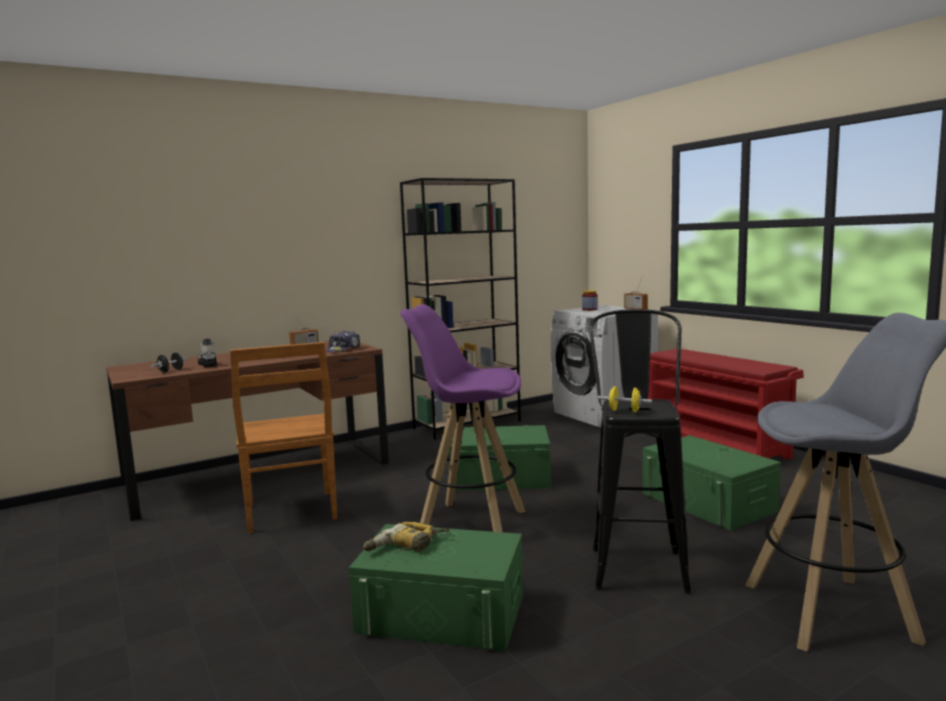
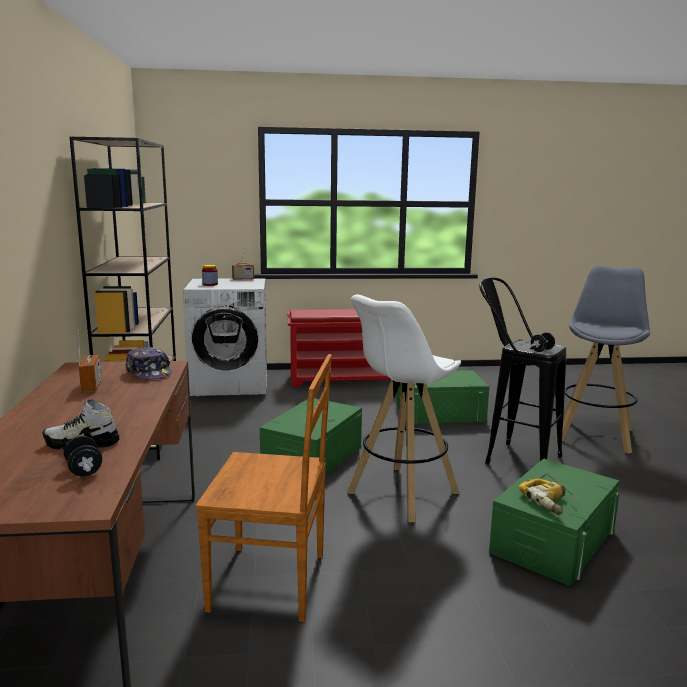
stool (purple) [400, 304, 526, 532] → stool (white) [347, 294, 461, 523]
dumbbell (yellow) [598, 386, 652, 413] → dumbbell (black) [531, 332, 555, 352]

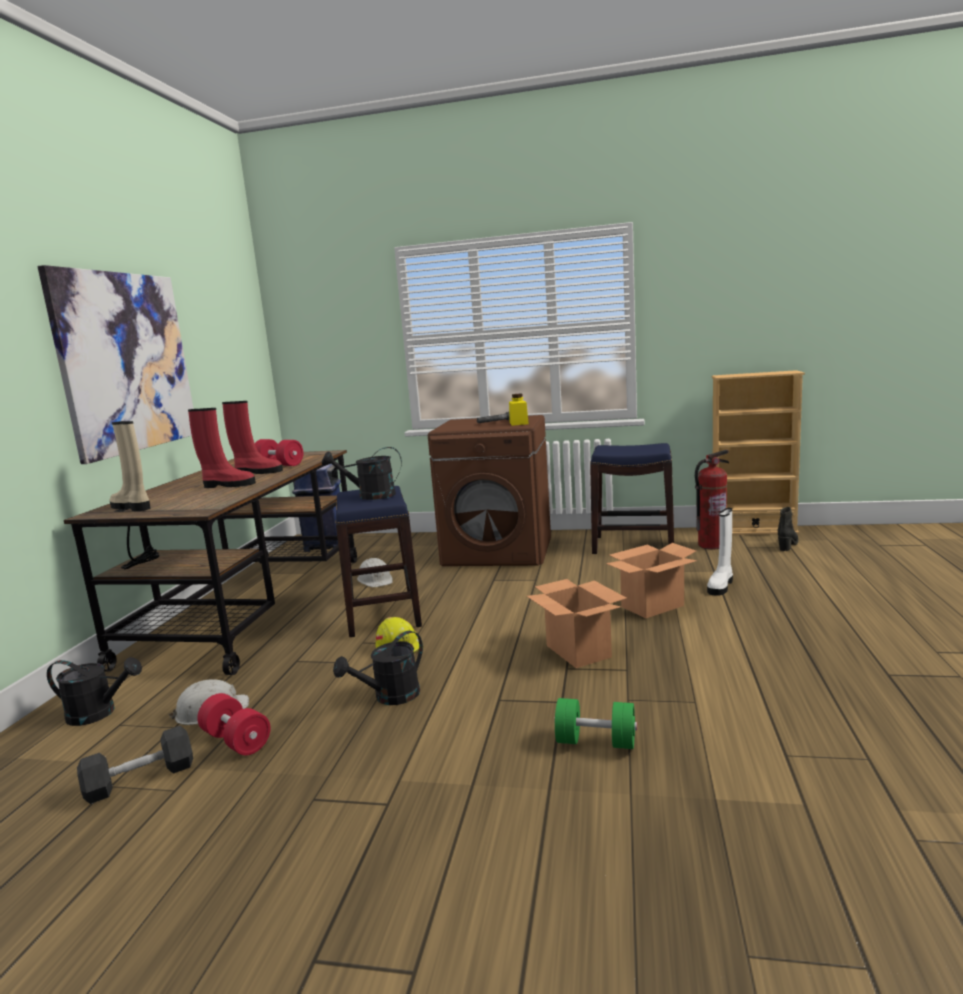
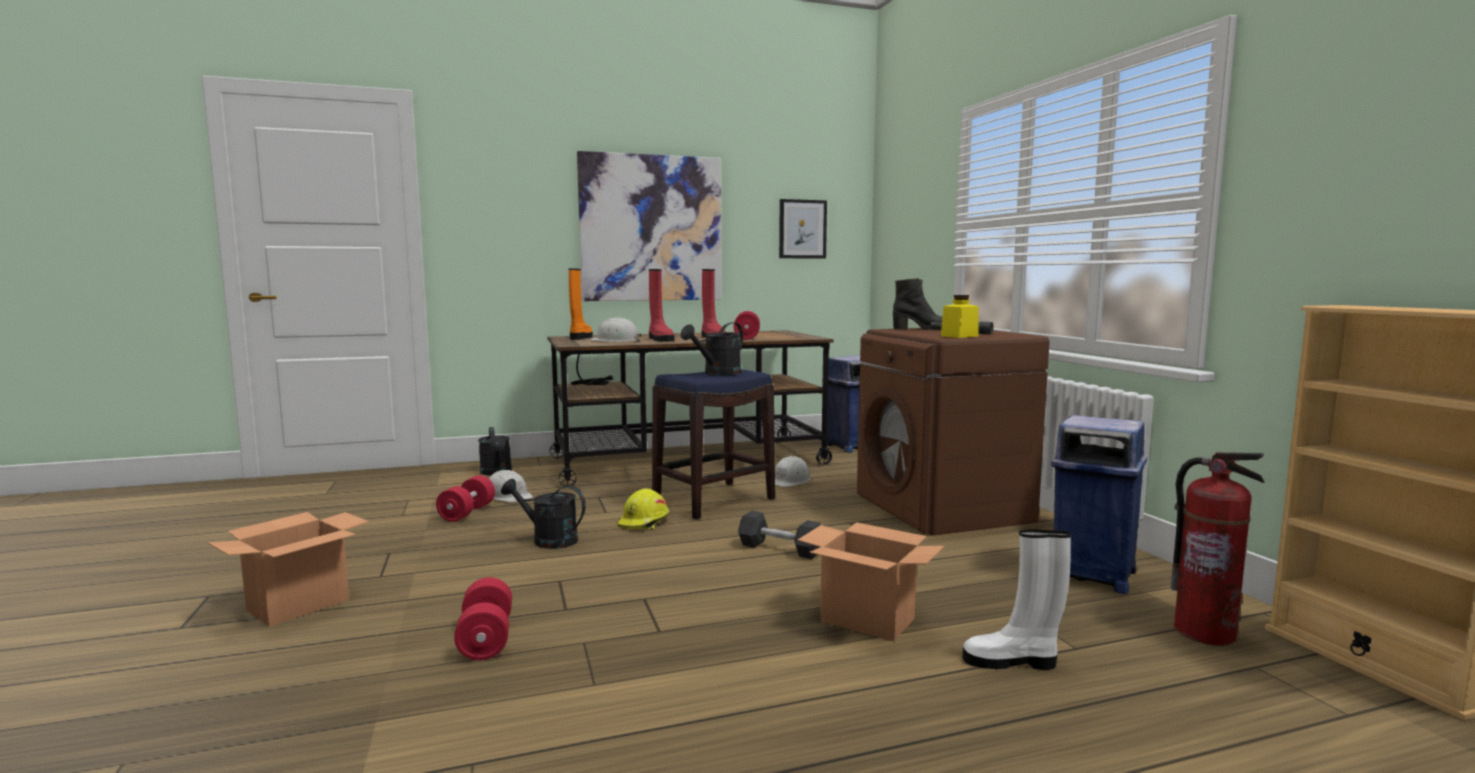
dumbbell (grey) [77, 726, 193, 804] → dumbbell (grey) [738, 511, 821, 559], moved
boot (beige) [110, 421, 150, 511] → boot (orange) [568, 268, 593, 340]
watering can (black) [322, 447, 402, 500] → watering can (black) [681, 322, 743, 375], 105 degrees counterclockwise
cardboard box [527, 579, 627, 668] → cardboard box [208, 512, 369, 627], moved
dumbbell (green) [554, 698, 637, 749] → dumbbell (red) [454, 577, 512, 660]
stool [590, 443, 674, 554] → trash can (blue) [1051, 415, 1148, 594]
boot (black) [778, 507, 798, 551] → boot (black) [893, 278, 943, 330], moved
- → hard hat (white) [589, 317, 642, 342]
- → picture [779, 199, 827, 259]

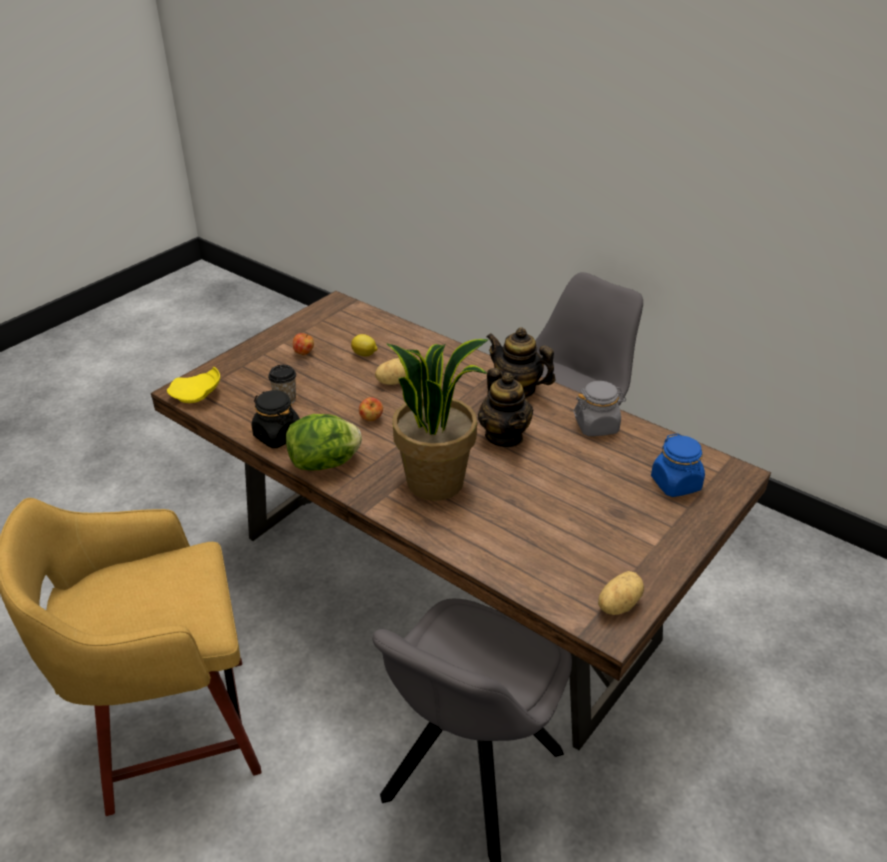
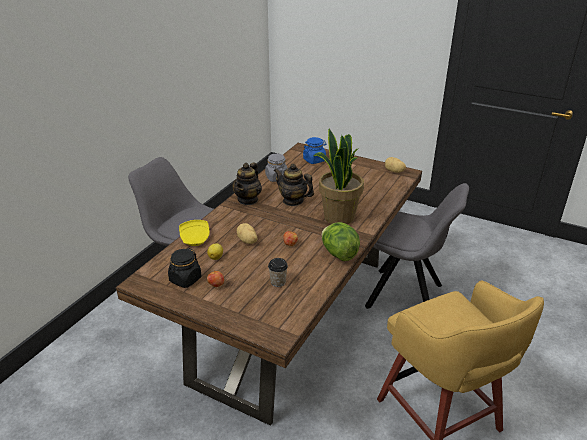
plate (yellow) [167, 367, 220, 403] → plate (yellow) [179, 220, 210, 246], moved
jar (black) [252, 390, 300, 448] → jar (black) [168, 248, 201, 288], moved
teapot [478, 368, 533, 447] → teapot [274, 164, 314, 206], 120 degrees counterclockwise

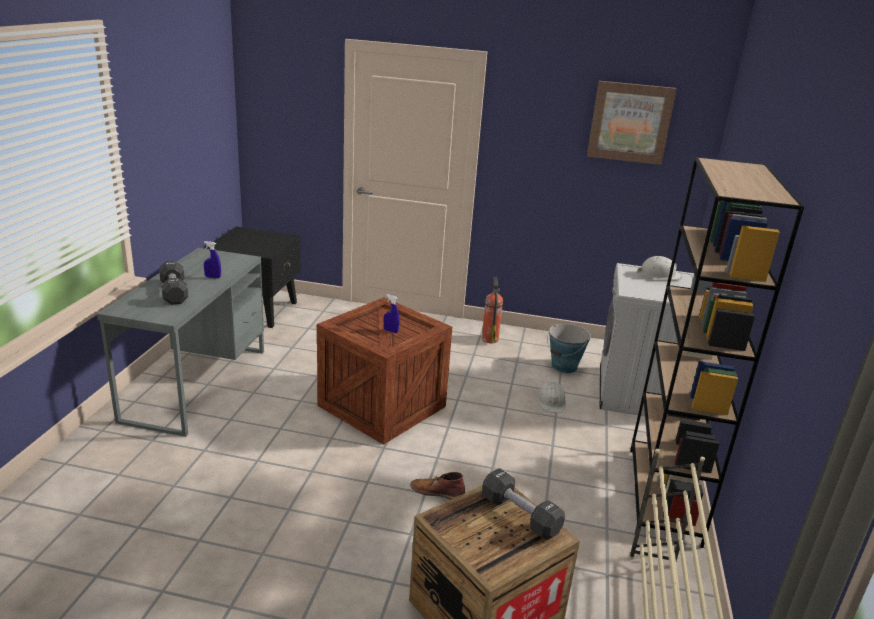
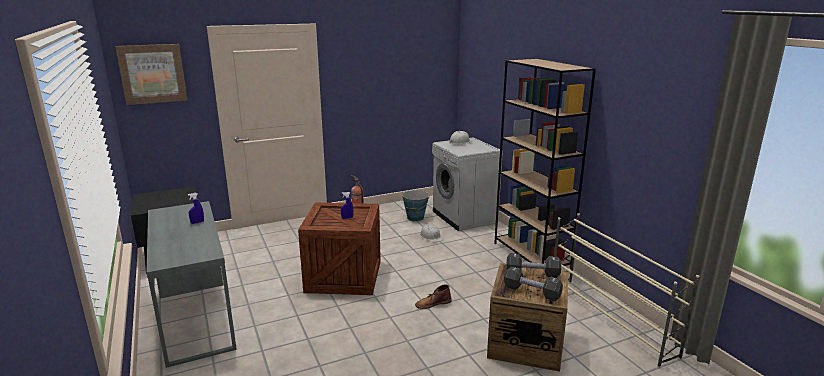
dumbbell (black) [159, 261, 188, 305] → dumbbell (black) [504, 266, 563, 301], moved
picture [587, 81, 677, 165] → picture [115, 44, 188, 105], moved

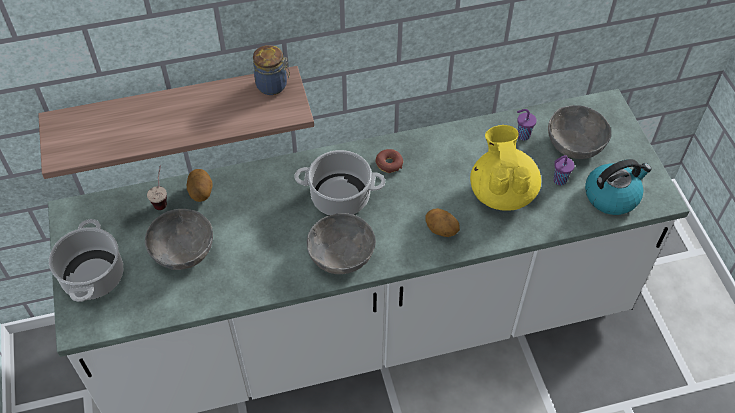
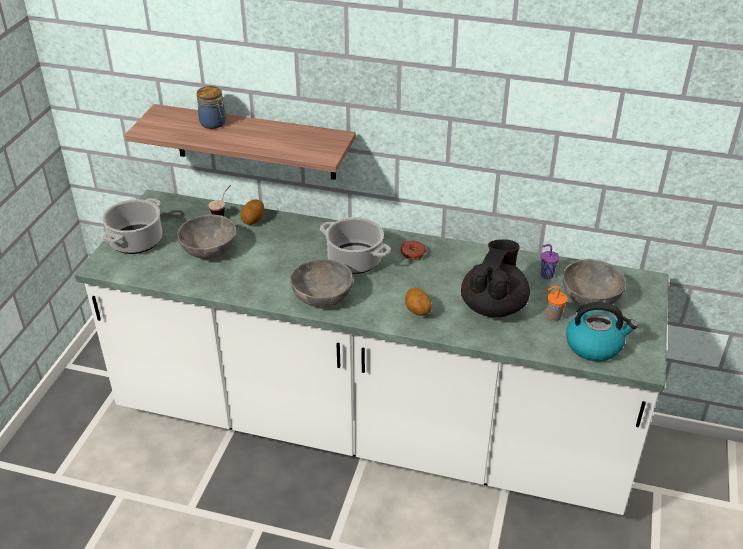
jar [253, 45, 290, 95] → jar [197, 86, 226, 129], moved
teapot (yellow) [470, 125, 541, 211] → teapot (black) [461, 239, 530, 317]
cup (purple) [553, 155, 575, 185] → cup (orange) [547, 286, 567, 321]

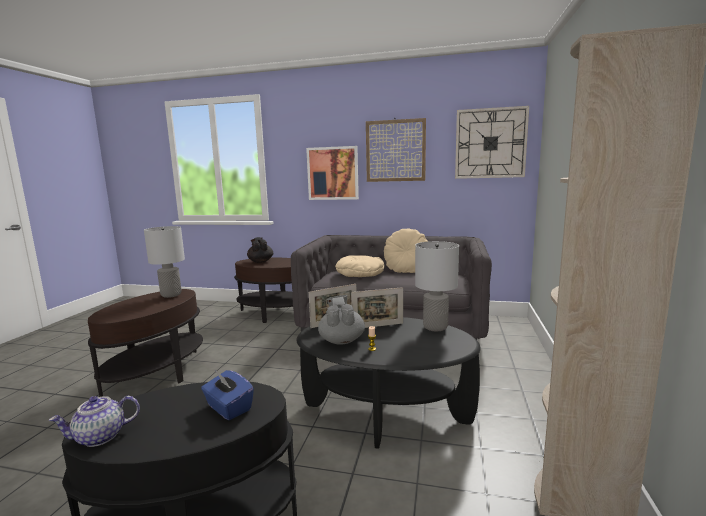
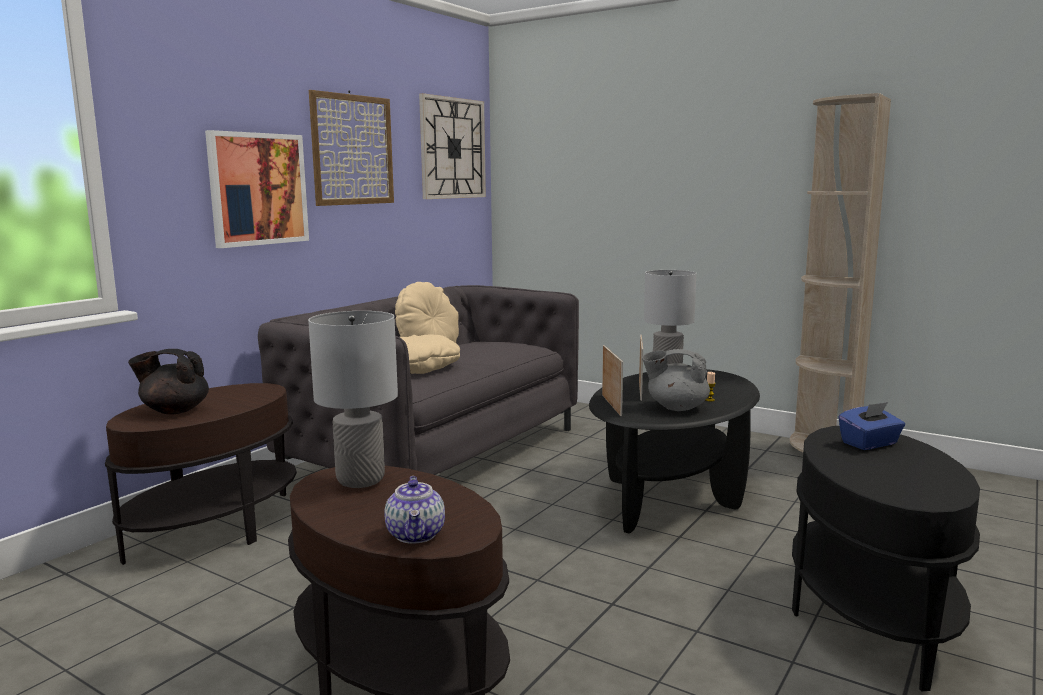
teapot [48, 396, 140, 447] → teapot [384, 476, 445, 544], moved

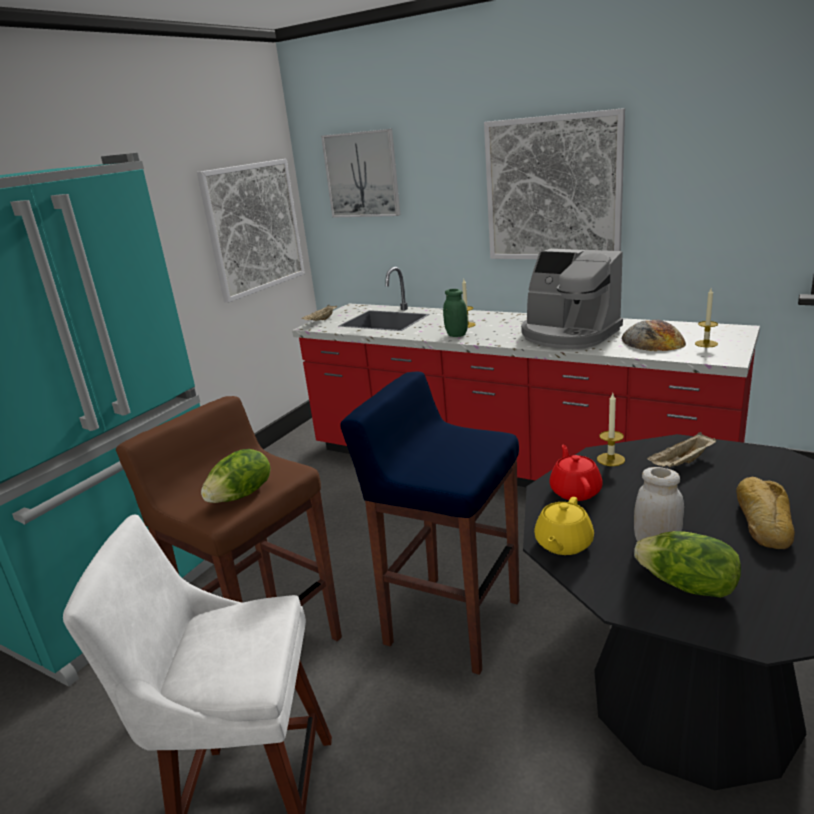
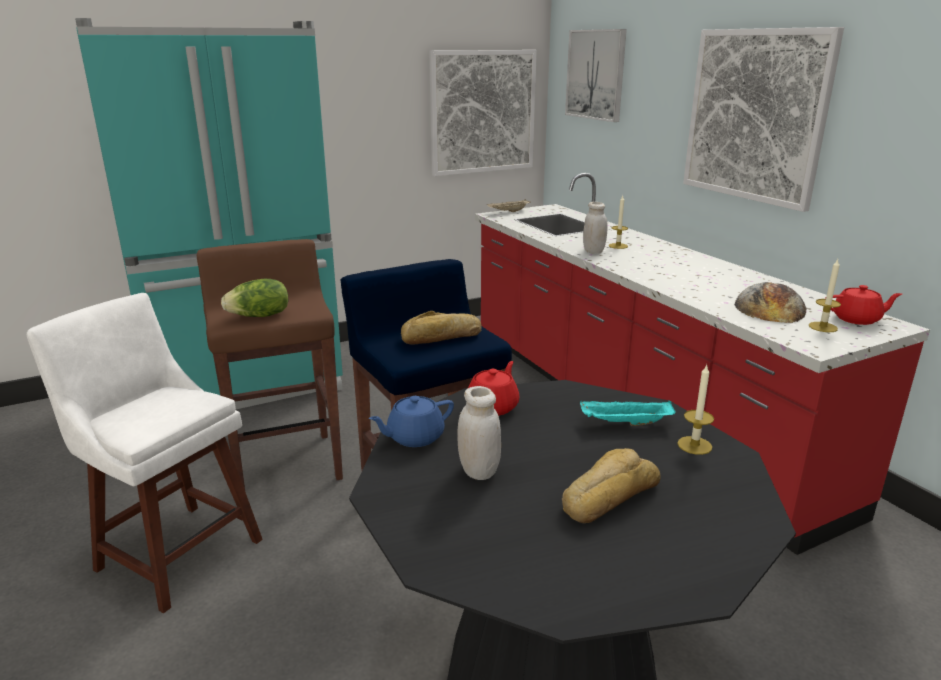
jar (green) [443, 289, 468, 337] → jar (white) [583, 202, 608, 254]
coffee machine [521, 249, 623, 349] → -
teapot (yellow) [534, 497, 594, 555] → teapot (blue) [369, 396, 454, 447]
candle [597, 393, 625, 466] → candle [677, 365, 714, 455], moved
lettuce [634, 531, 741, 598] → -
tray (beige) [647, 432, 716, 467] → tray (turquoise) [580, 401, 676, 426]
- → bread [401, 311, 482, 345]
- → teapot (red) [825, 285, 902, 325]

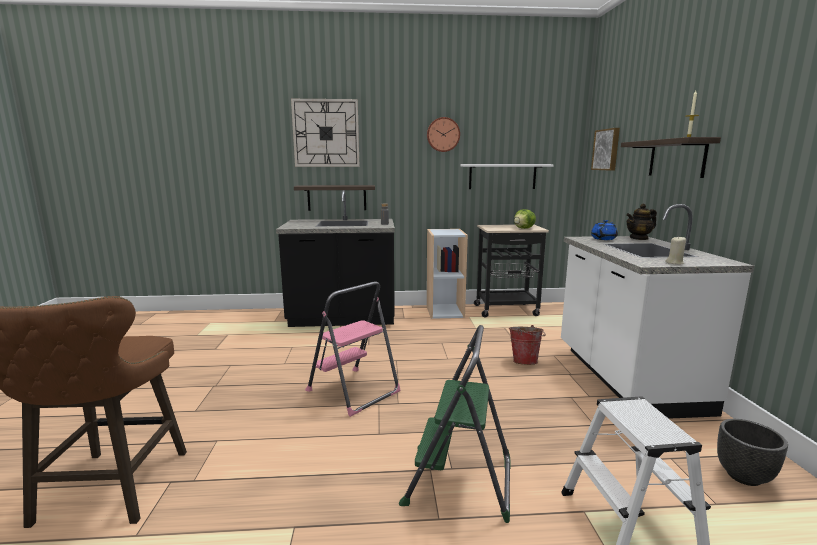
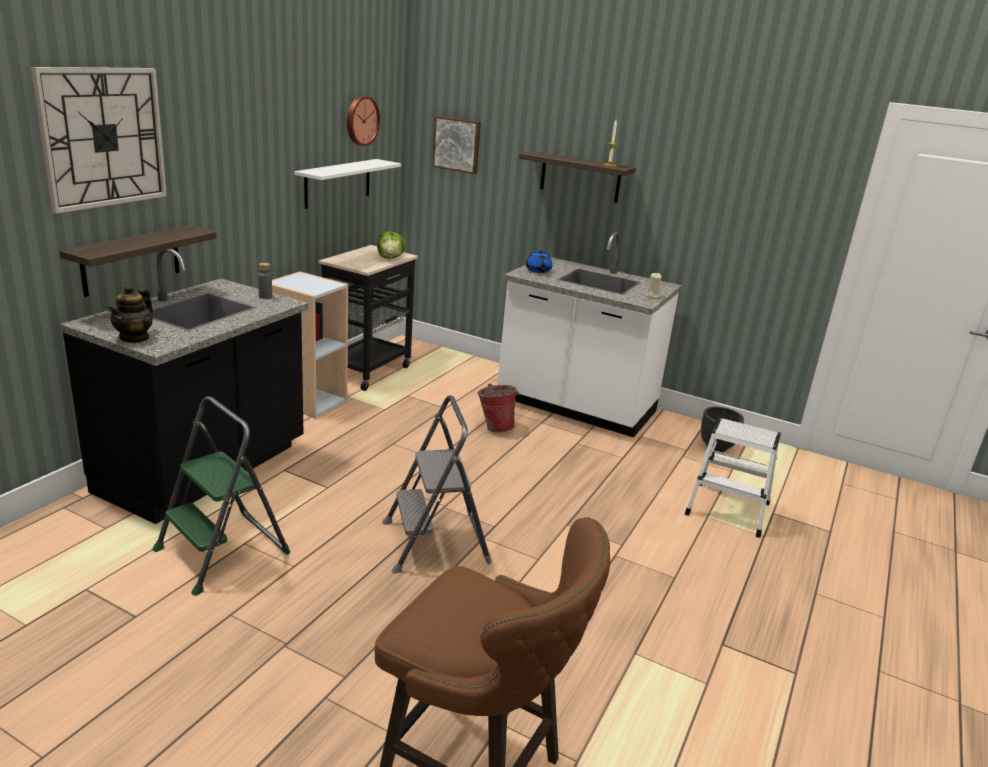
step ladder (pink) [305, 282, 401, 417] → step ladder (grey) [382, 395, 492, 574]
step ladder (green) [399, 325, 510, 523] → step ladder (green) [152, 396, 290, 596], moved
wall clock [427, 117, 460, 152] → wall clock [347, 96, 380, 146], moved
teapot [626, 204, 657, 240] → teapot [108, 284, 153, 343], moved

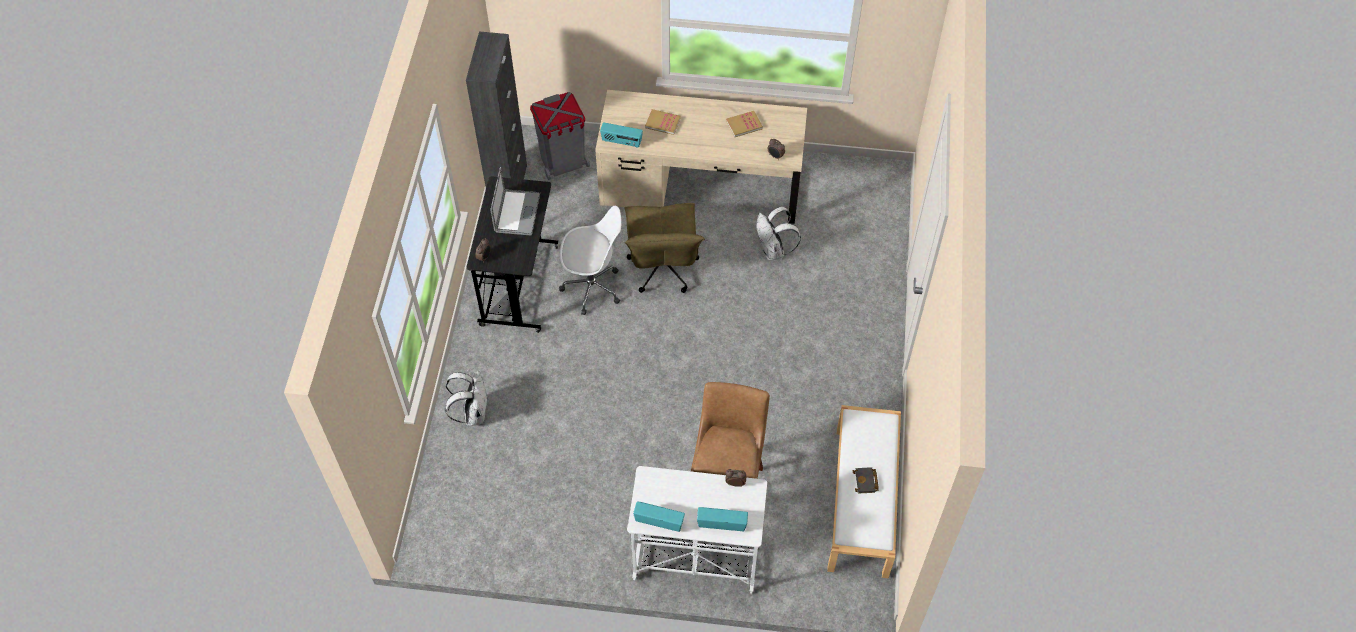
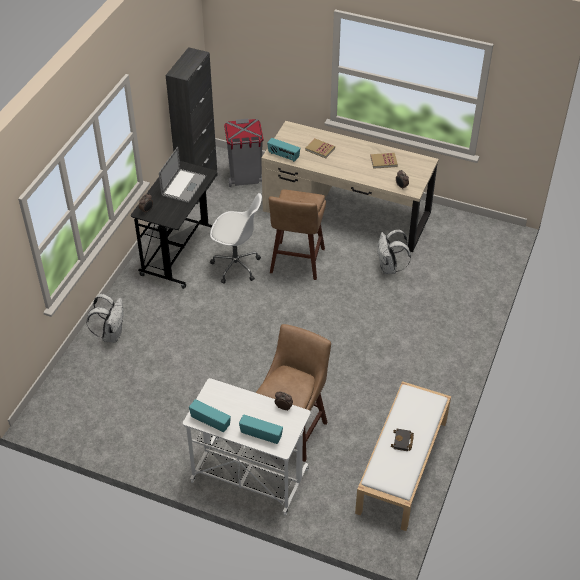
office chair (beige) [625, 203, 705, 293] → stool (brown) [269, 189, 326, 280]

